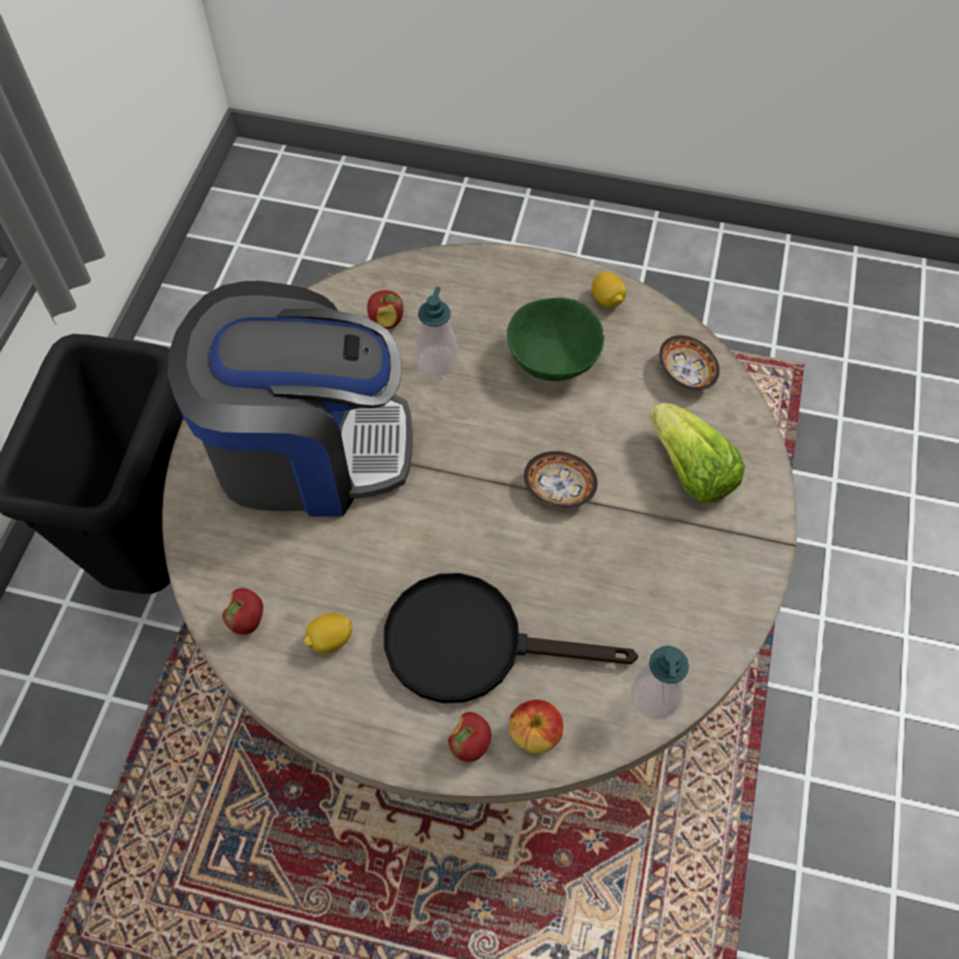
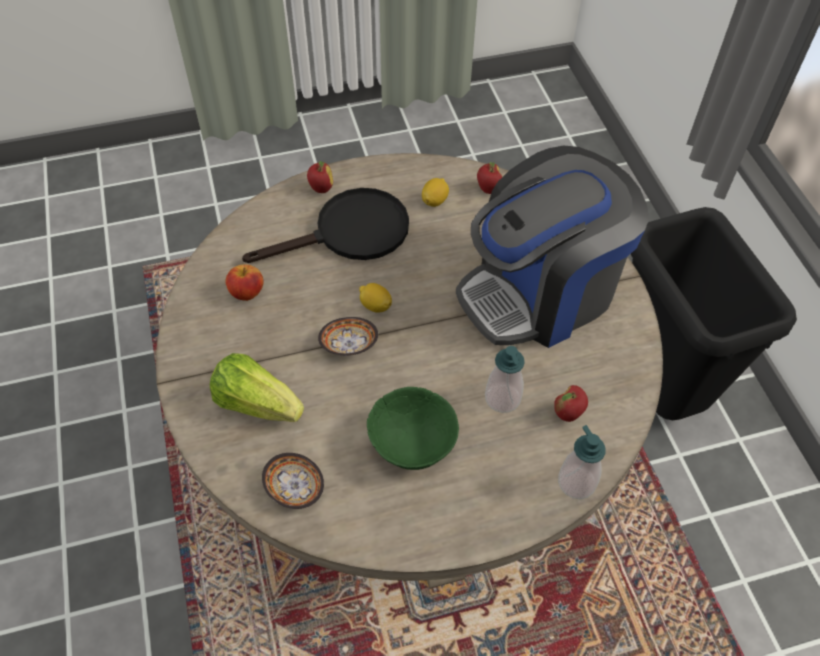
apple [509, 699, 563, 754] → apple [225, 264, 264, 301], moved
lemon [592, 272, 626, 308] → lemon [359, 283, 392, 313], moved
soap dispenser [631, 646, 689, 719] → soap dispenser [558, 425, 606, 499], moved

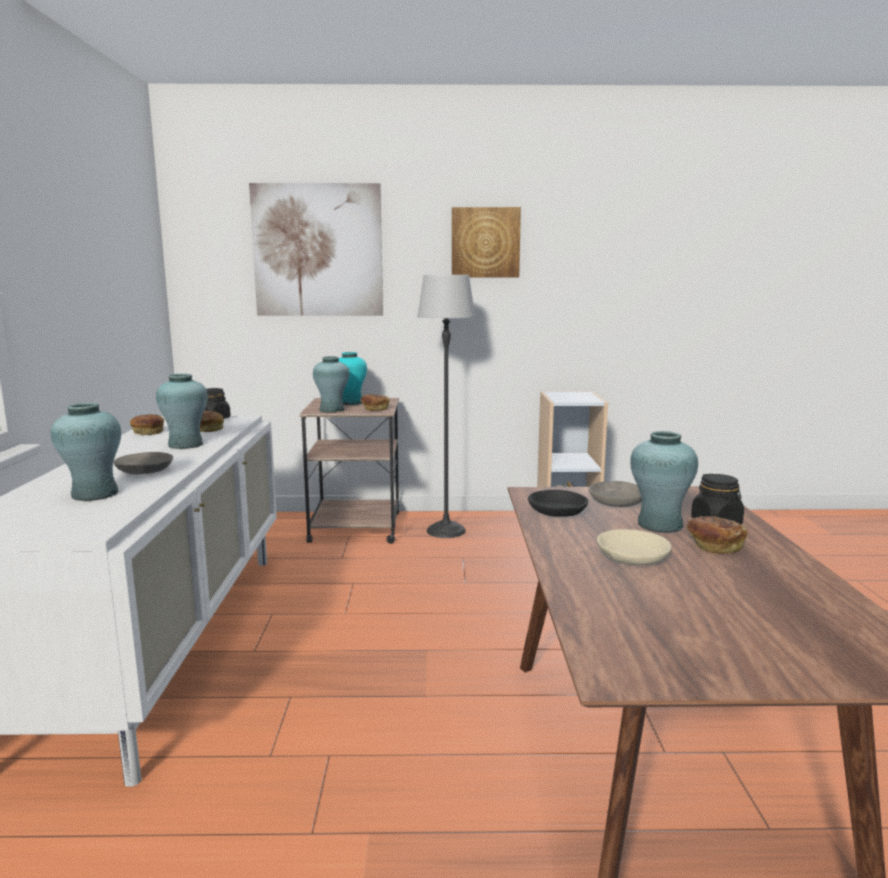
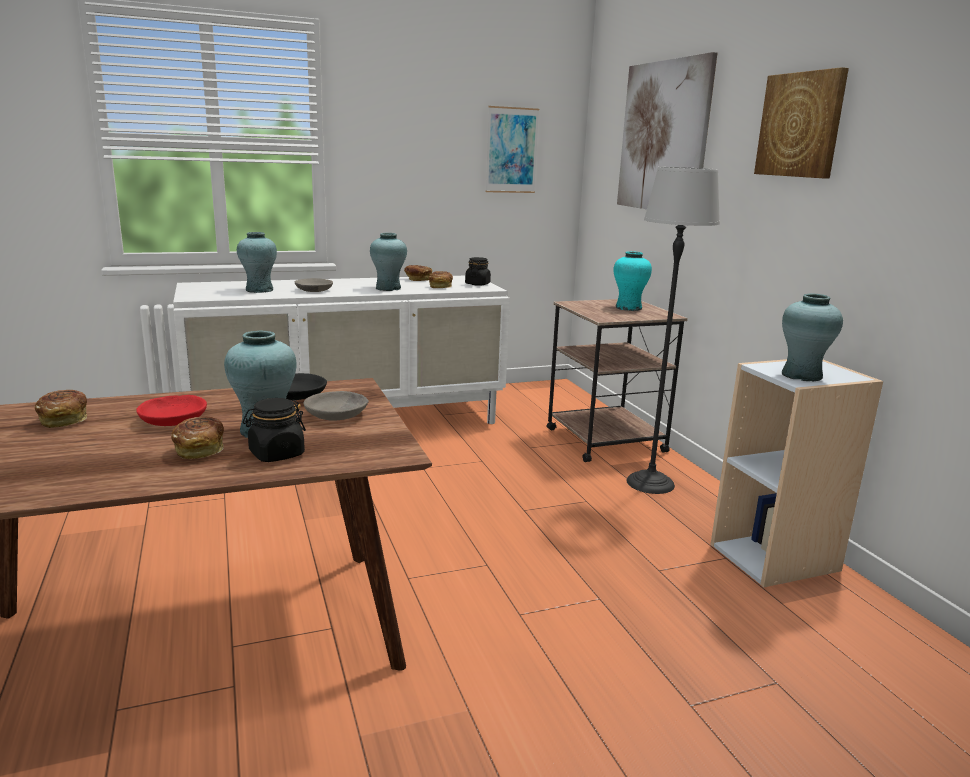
vase (turquoise) [313, 356, 349, 413] → vase (turquoise) [781, 293, 843, 381], moved
bread [361, 394, 389, 411] → bread [35, 390, 87, 428], moved
bowl (beige) [597, 529, 671, 565] → bowl (red) [136, 395, 207, 426]
- → picture [486, 106, 539, 193]

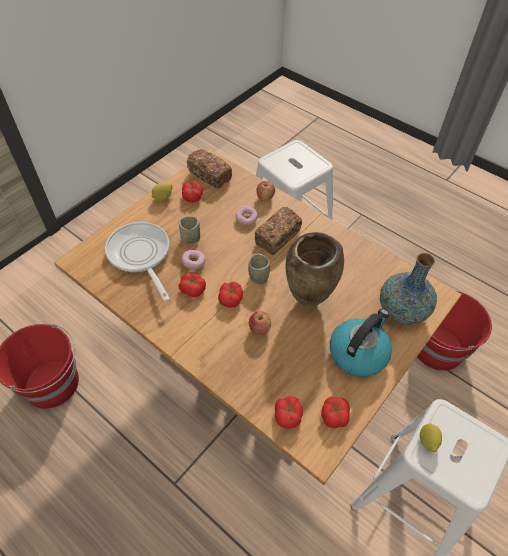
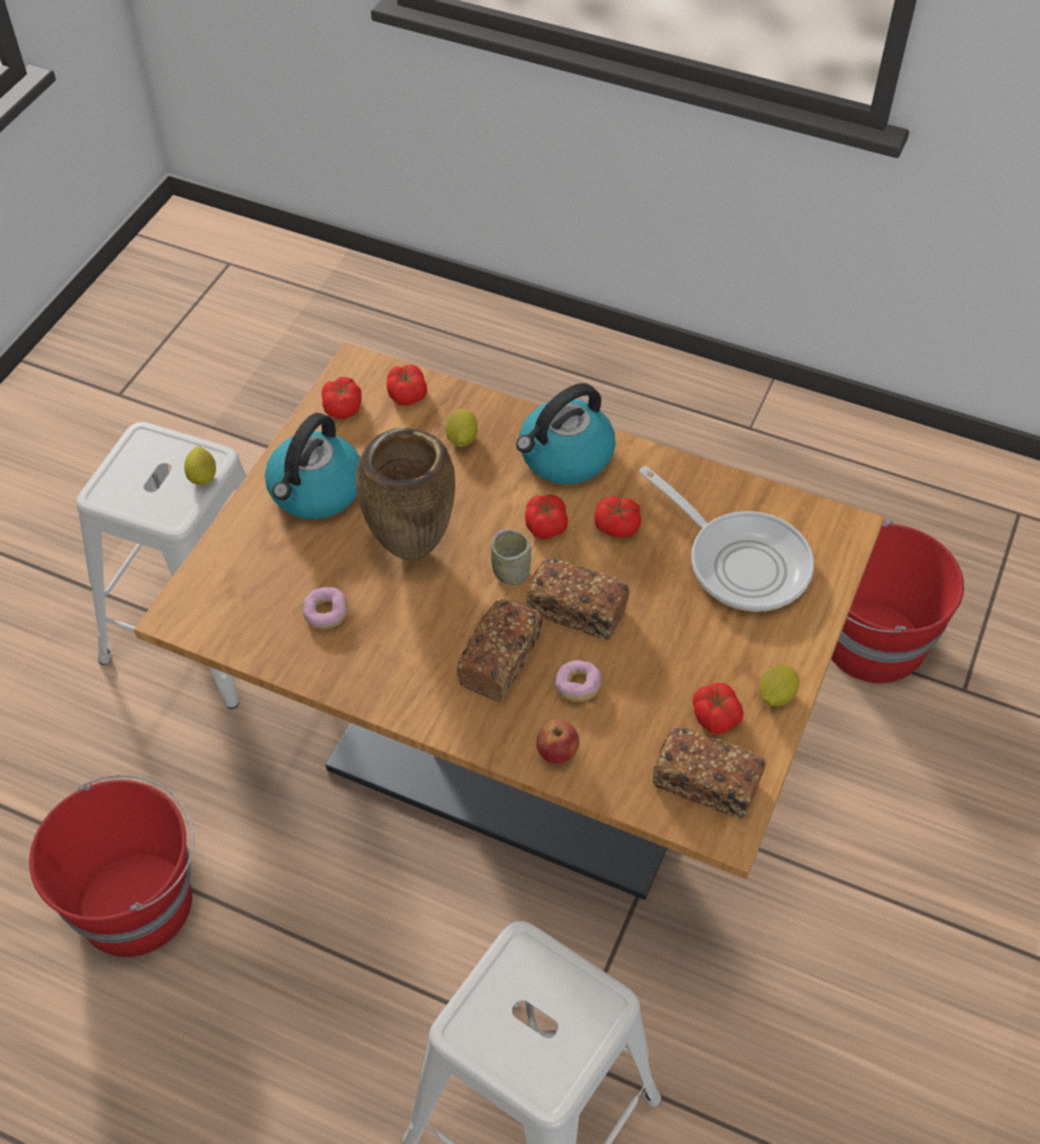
cup [179, 216, 200, 244] → -
donut [182, 250, 205, 270] → donut [303, 587, 348, 629], moved
apple [249, 311, 271, 335] → -
vase [380, 253, 437, 325] → -
- → lemon [445, 409, 478, 447]
- → kettle [516, 383, 616, 484]
- → bread [526, 557, 629, 640]

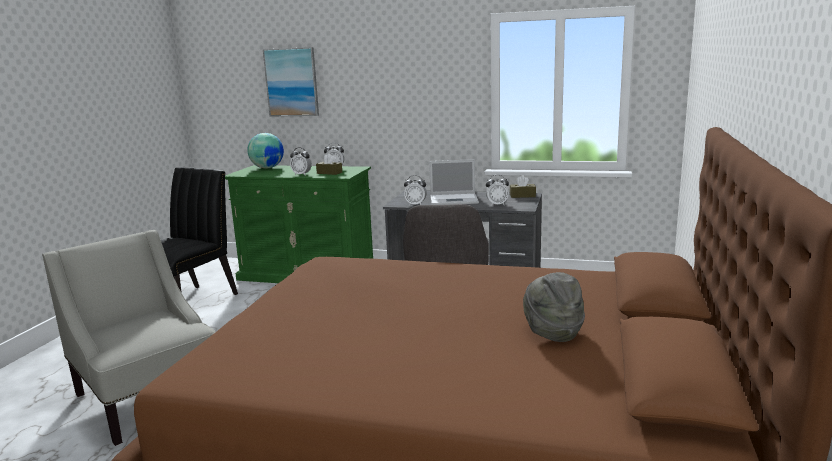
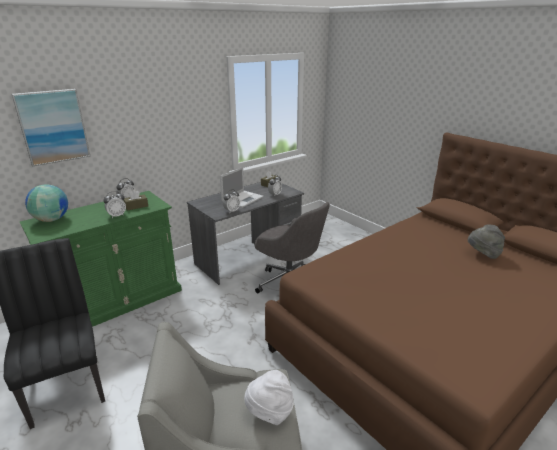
- → hat (white) [244, 370, 293, 425]

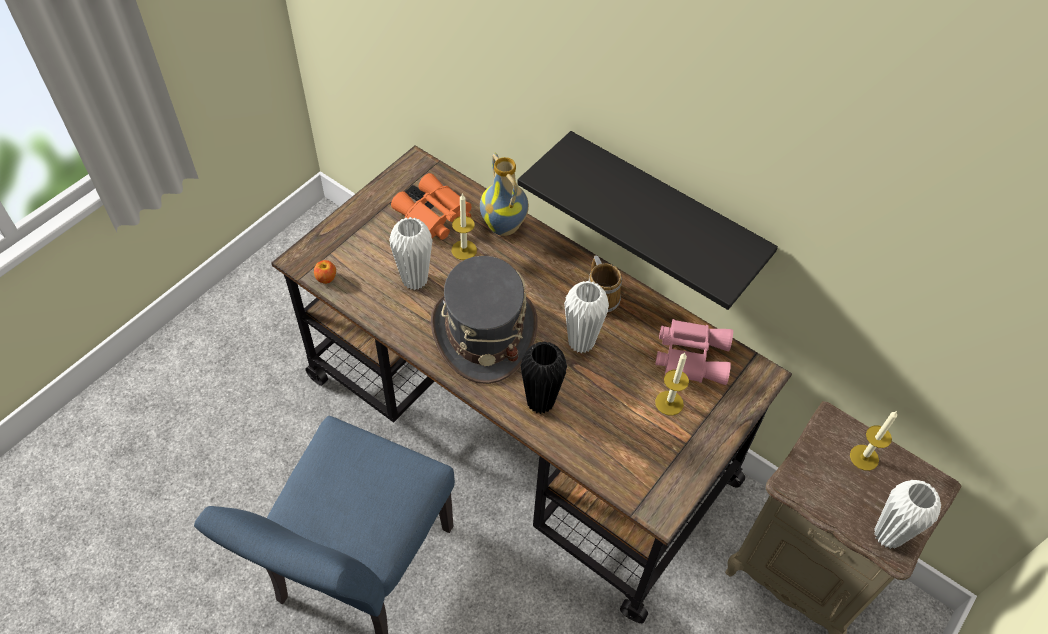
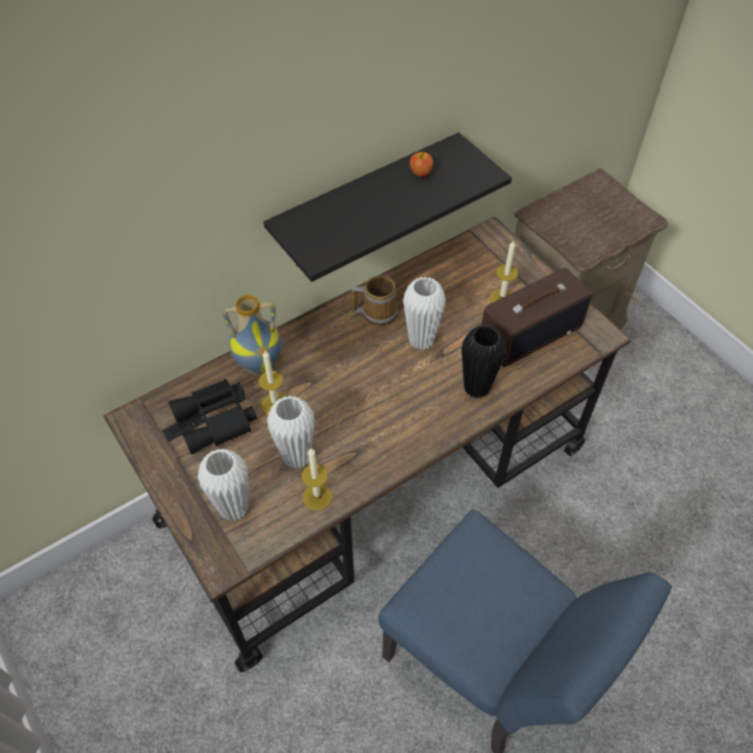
apple [314, 260, 336, 284] → apple [410, 152, 433, 177], moved
binoculars (orange) [391, 173, 471, 240] → binoculars (black) [169, 379, 257, 455]
hat (grey) [431, 256, 538, 384] → -
binoculars (pink) [655, 319, 733, 385] → -
candle [850, 411, 897, 471] → candle [301, 448, 332, 511], moved
vase (white) [874, 480, 941, 549] → vase (white) [198, 449, 248, 522], moved
- → radio [481, 268, 592, 367]

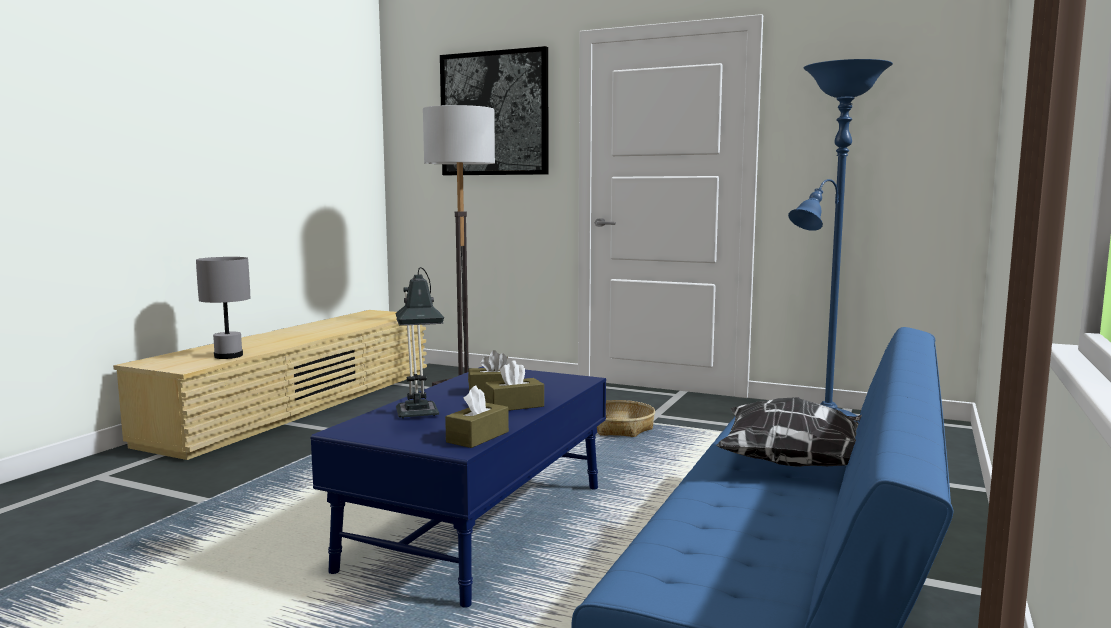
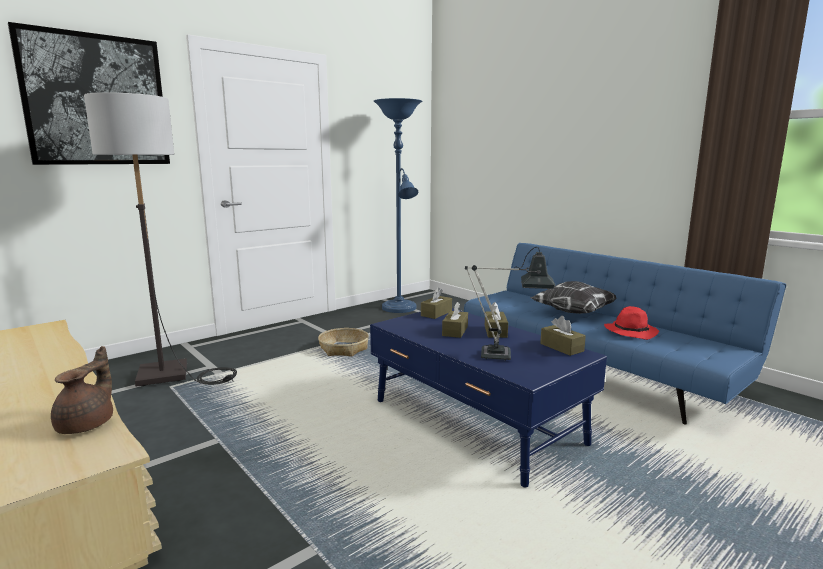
table lamp (grey) [196, 257, 250, 359] → teapot (brown) [51, 346, 113, 434]
- → tissue box (brown) [421, 287, 452, 319]
- → hat (red) [604, 306, 659, 340]

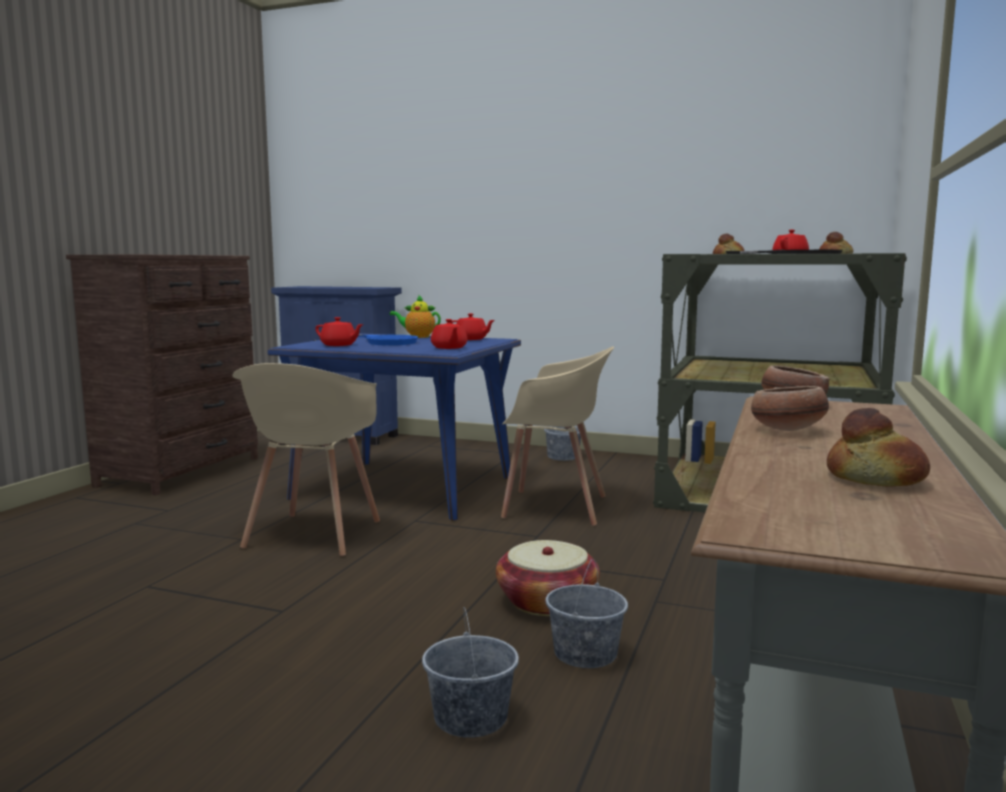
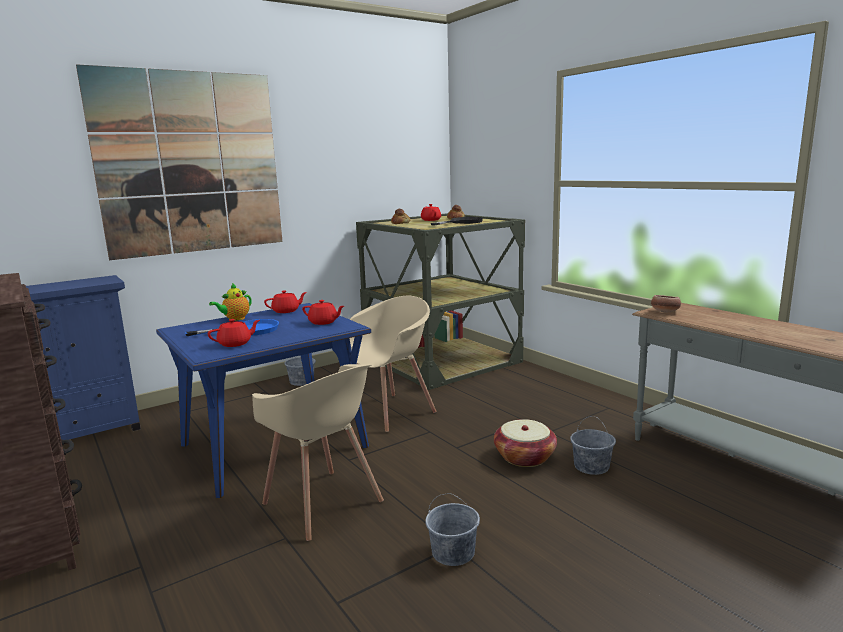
bucket (grey) [422, 607, 519, 738] → bucket (grey) [425, 493, 480, 566], moved
bowl [751, 386, 829, 431] → -
bread [827, 408, 930, 487] → -
- → picture [76, 64, 282, 260]

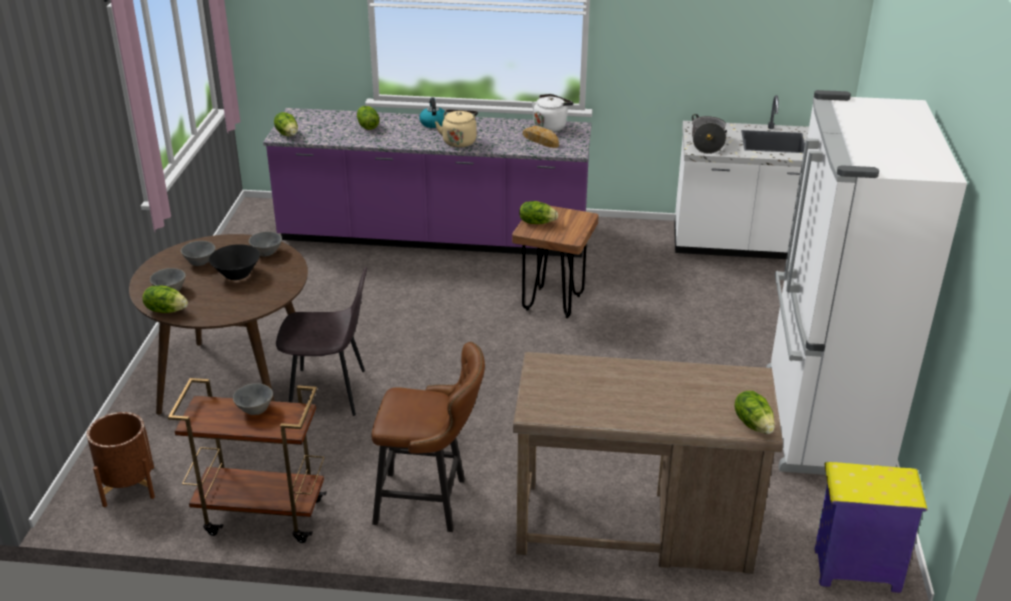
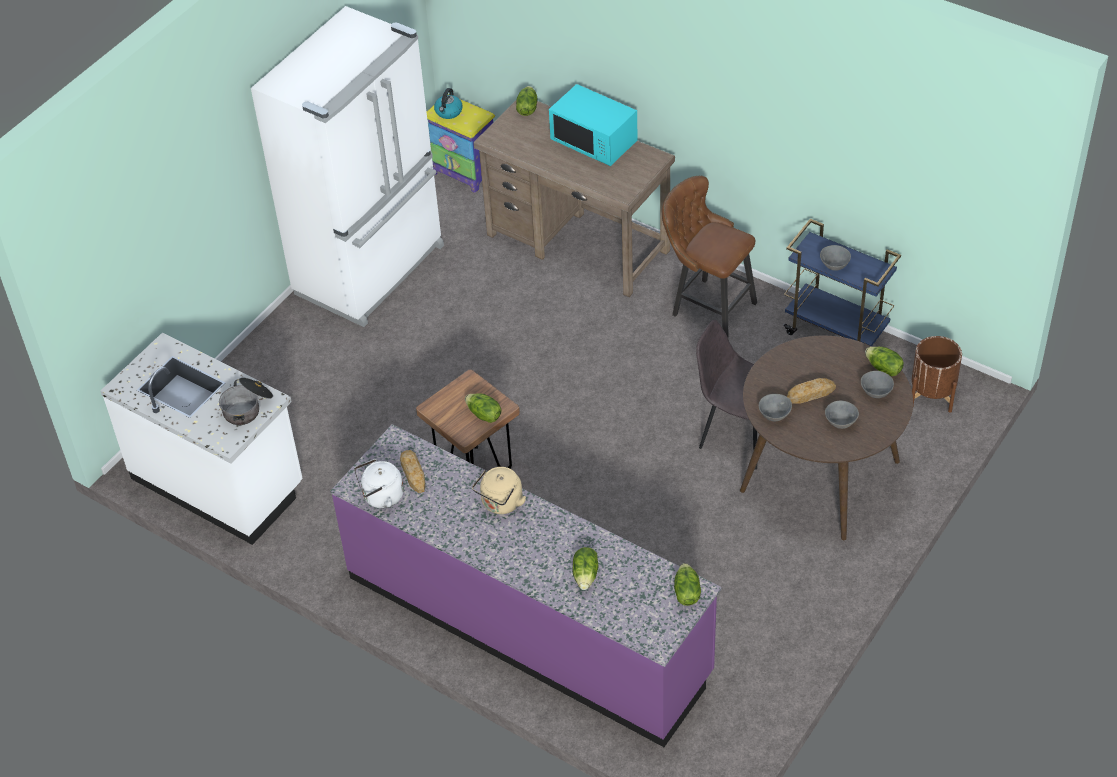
cart (brown) [168, 378, 327, 543] → cart (blue) [782, 219, 901, 346]
bowl (black) [209, 244, 260, 280] → bread [787, 378, 836, 404]
kettle [419, 97, 447, 128] → kettle [434, 88, 462, 119], moved
- → microwave (turquoise) [549, 84, 638, 166]

